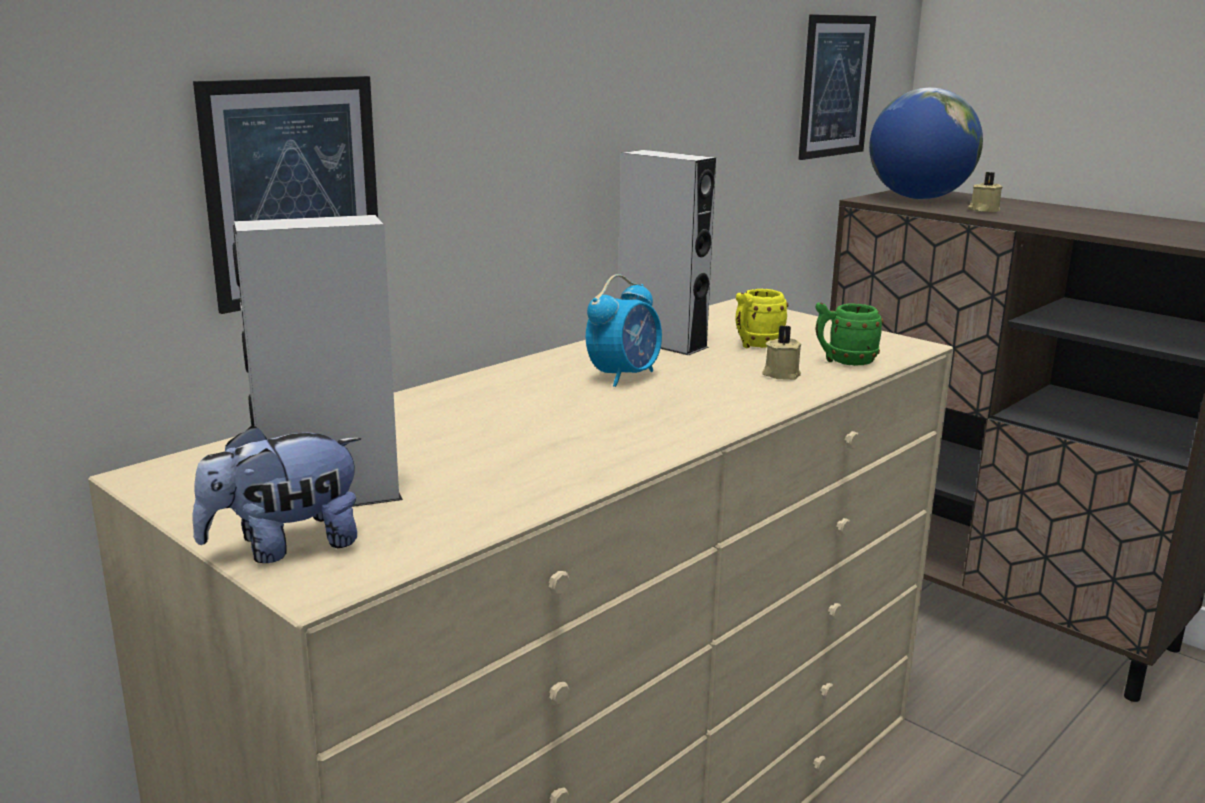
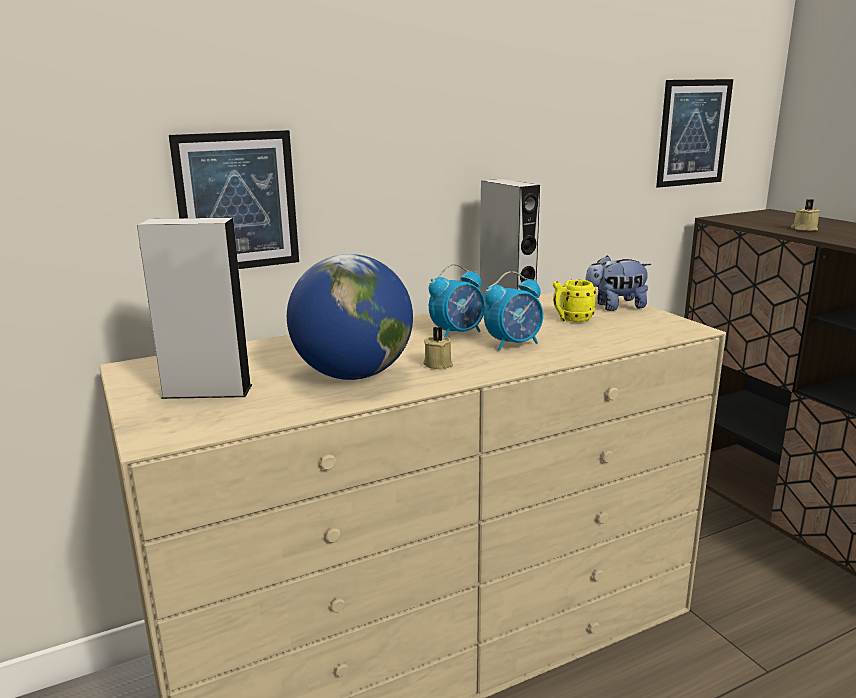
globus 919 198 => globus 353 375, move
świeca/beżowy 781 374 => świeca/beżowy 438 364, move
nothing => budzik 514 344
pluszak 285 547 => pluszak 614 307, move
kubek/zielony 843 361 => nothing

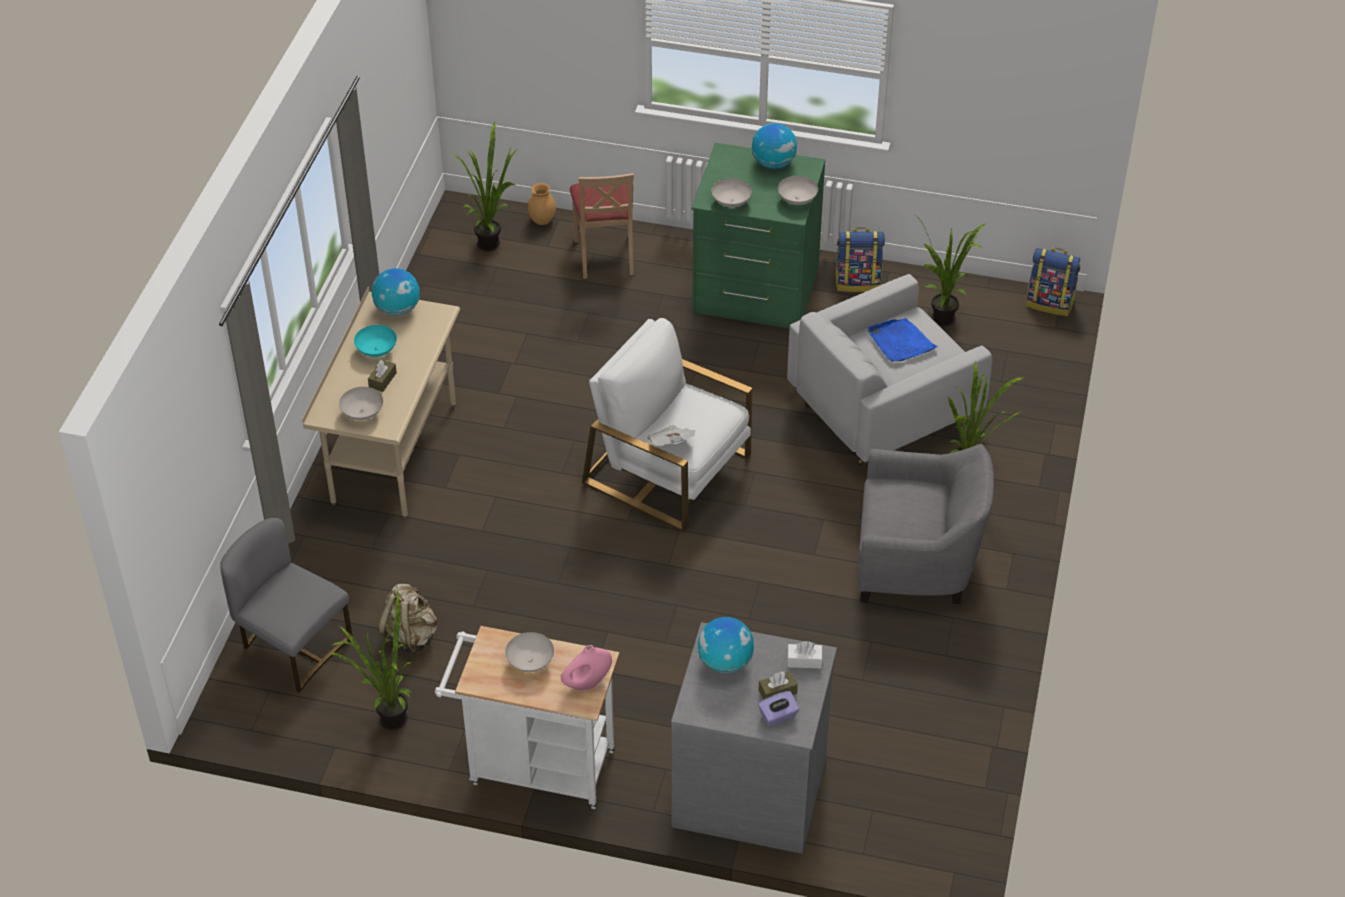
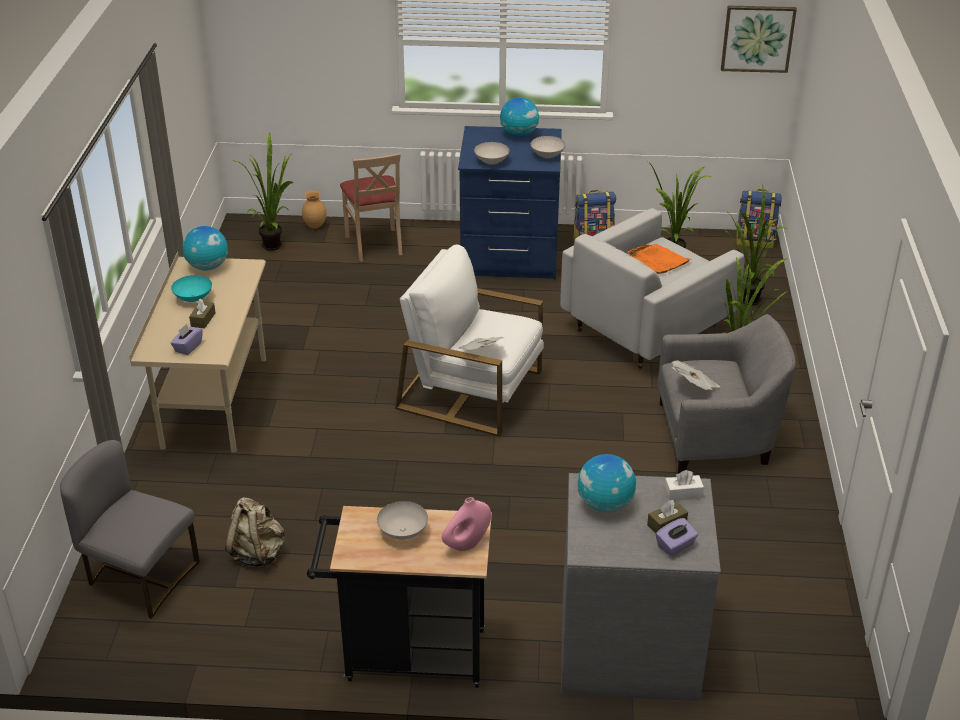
miska/biały 362 414 => pudełko chusteczek/fioletowy 188 347
wózek/biały 533 766 => wózek/czarny 406 655
komoda/zielony 755 292 => komoda/niebieski 509 257
taca/niebieski 900 342 => taca/pomarańczowy 657 260
nothing => gazeta 694 386
nothing => obraz 757 38
roślina doniczkowa 386 720 => roślina doniczkowa 744 301, move

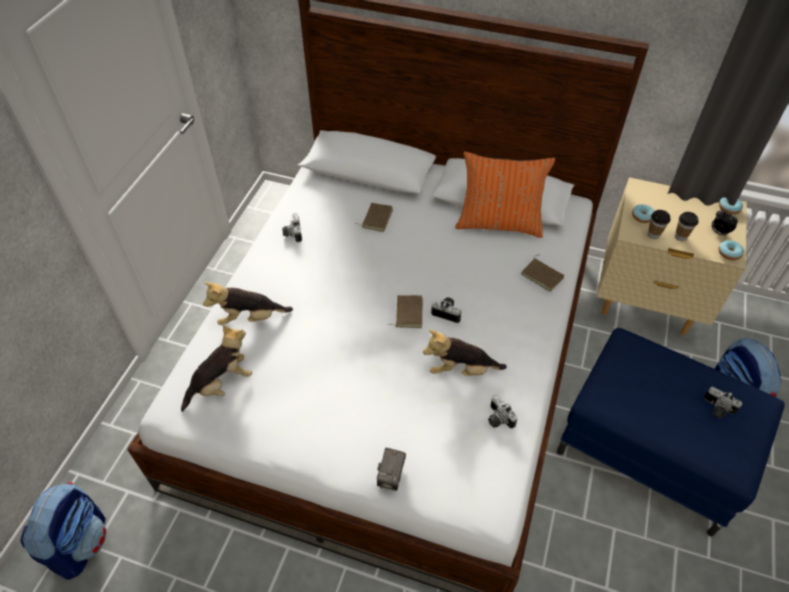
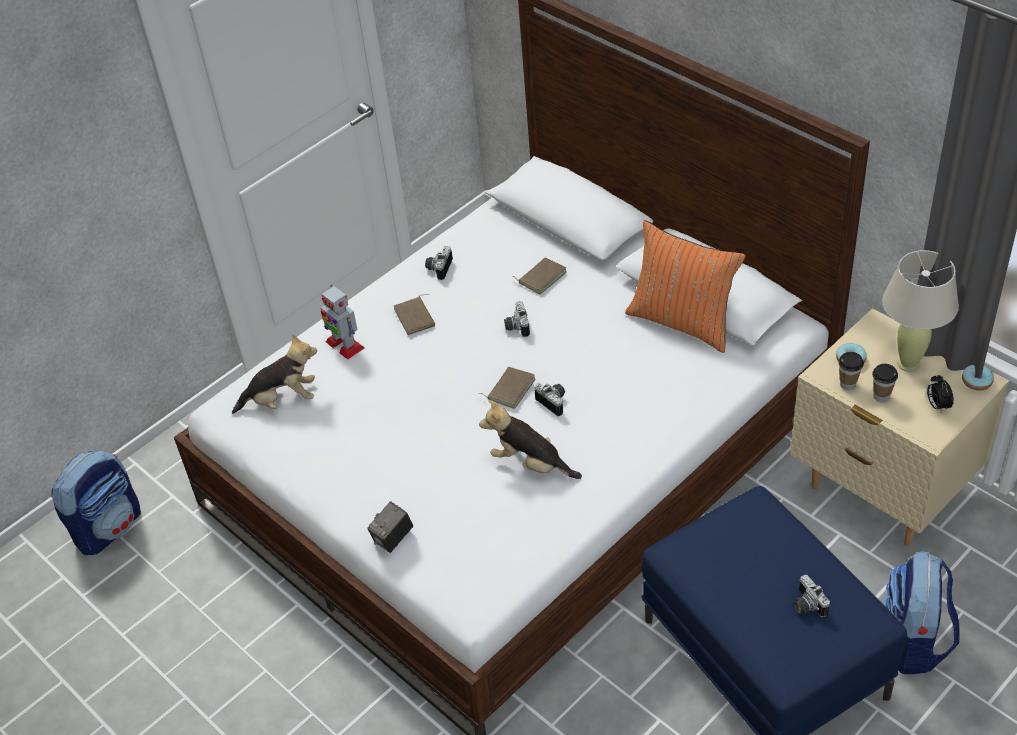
pluszak 250 318 => robot zabawkowy 344 344
książka/brązowy 542 275 => książka/brązowy 416 317, move
aparat fotograficzny 497 419 => aparat fotograficzny 516 326, move
nothing => lampa stołowa/beżowy 908 364
donut 729 253 => nothing

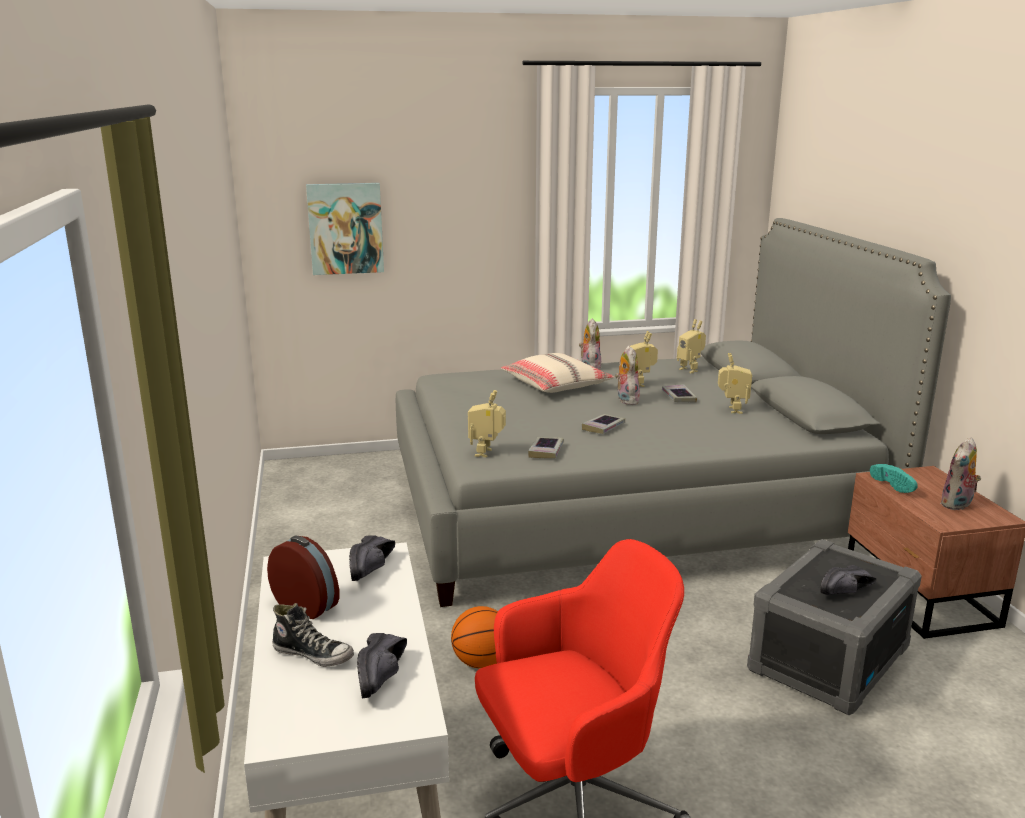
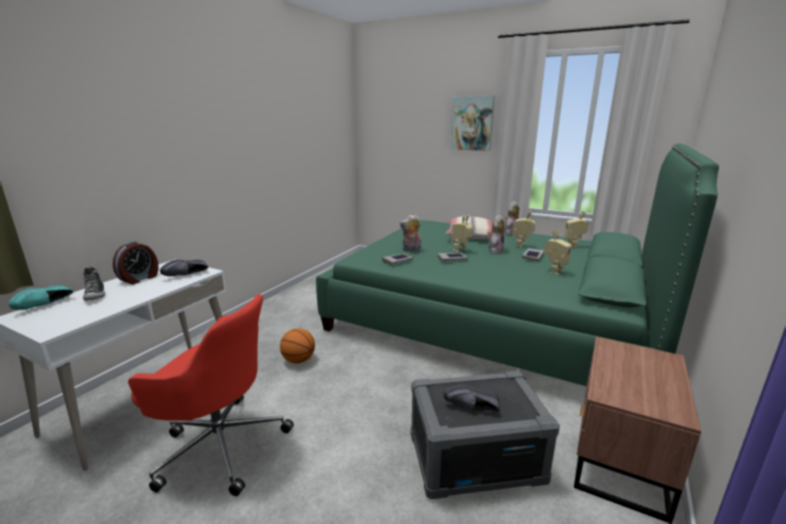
but/turkusowy 895 485 => but/turkusowy 47 305, move
budzik 307 604 => budzik 140 278, 45 degrees clockwise
łóżko/szary 627 504 => łóżko/zielony 491 319
pluszak 957 505 => pluszak 411 251, move
obraz 345 228 => obraz 472 123, move
robot zabawkowy 487 453 => robot zabawkowy 461 250, move
but/czarny 384 677 => nothing

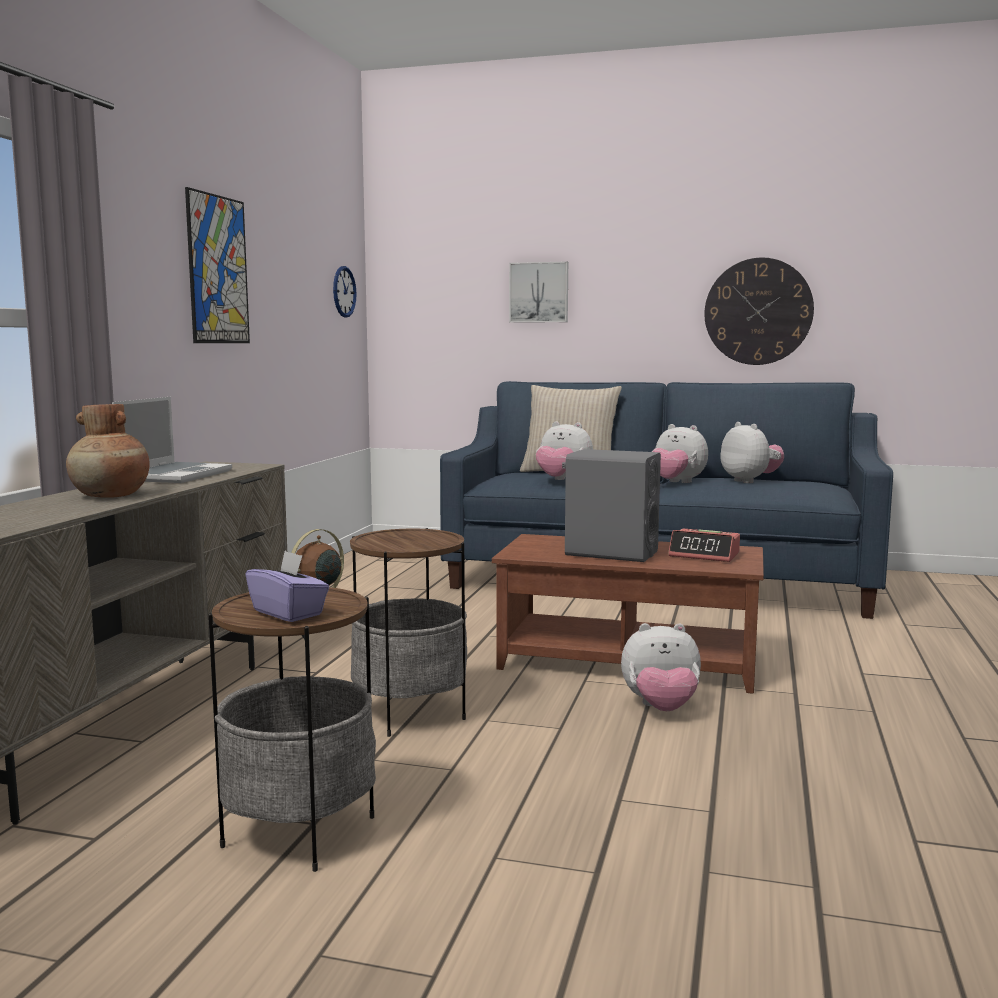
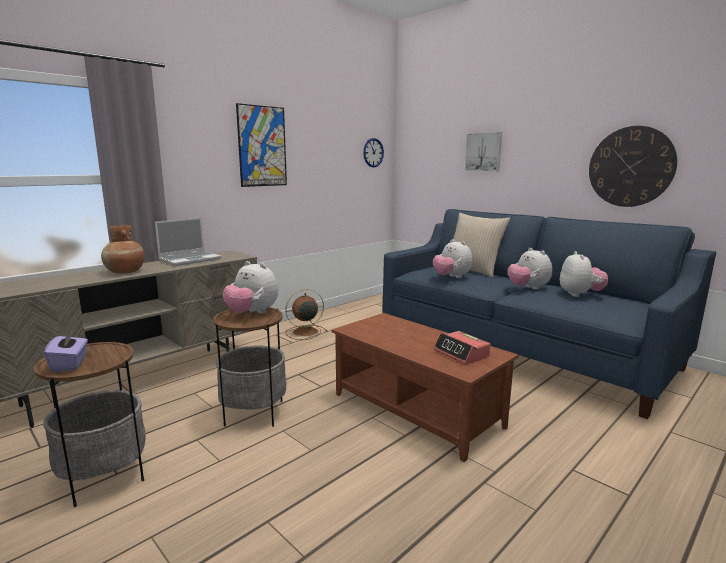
pluszak 661 708 => pluszak 252 313, move
głośnik/szary 611 553 => nothing

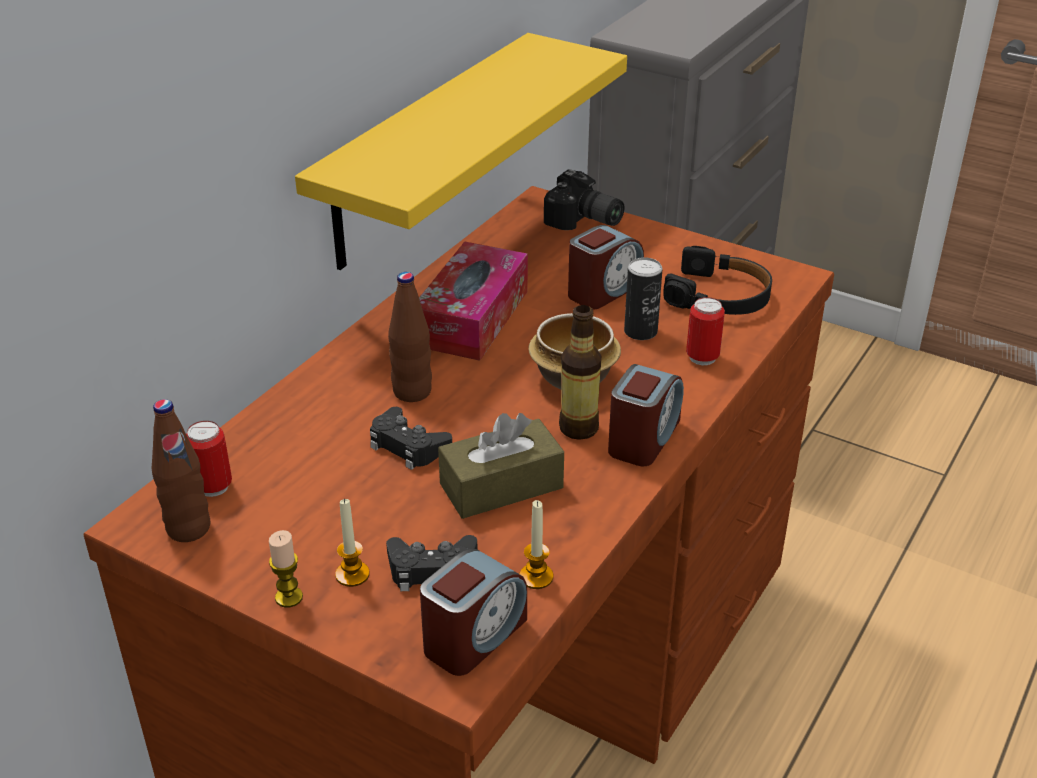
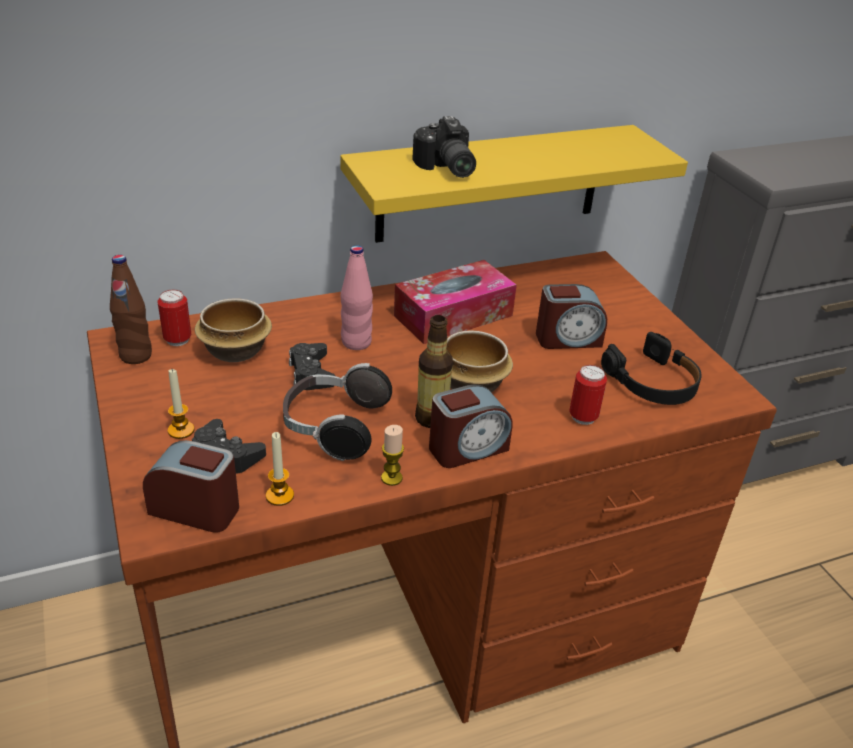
budzik 474 636 => budzik 196 509, 150 degrees counterclockwise
nothing => miska 234 351
pudełko chusteczek/brązowy 501 486 => słuchawki 334 427
butelka/brązowy 412 392 => butelka/różowy 356 342
świeca 289 597 => świeca 391 478, move
aparat fotograficzny 583 221 => aparat fotograficzny 445 168, move
puszka 640 331 => nothing

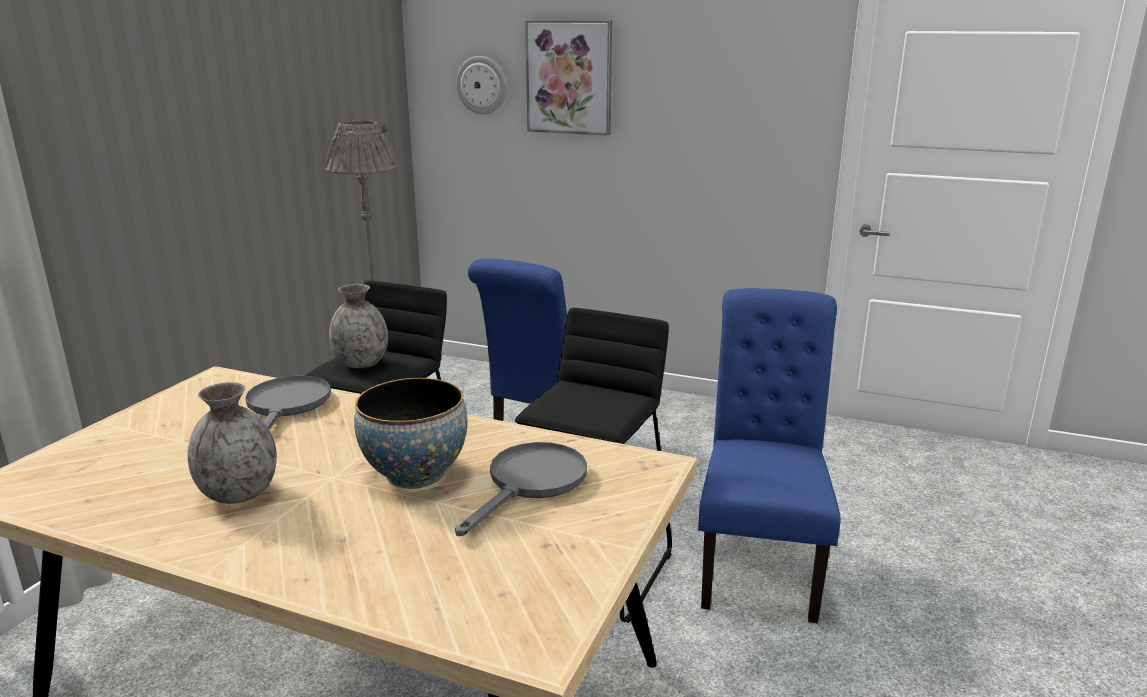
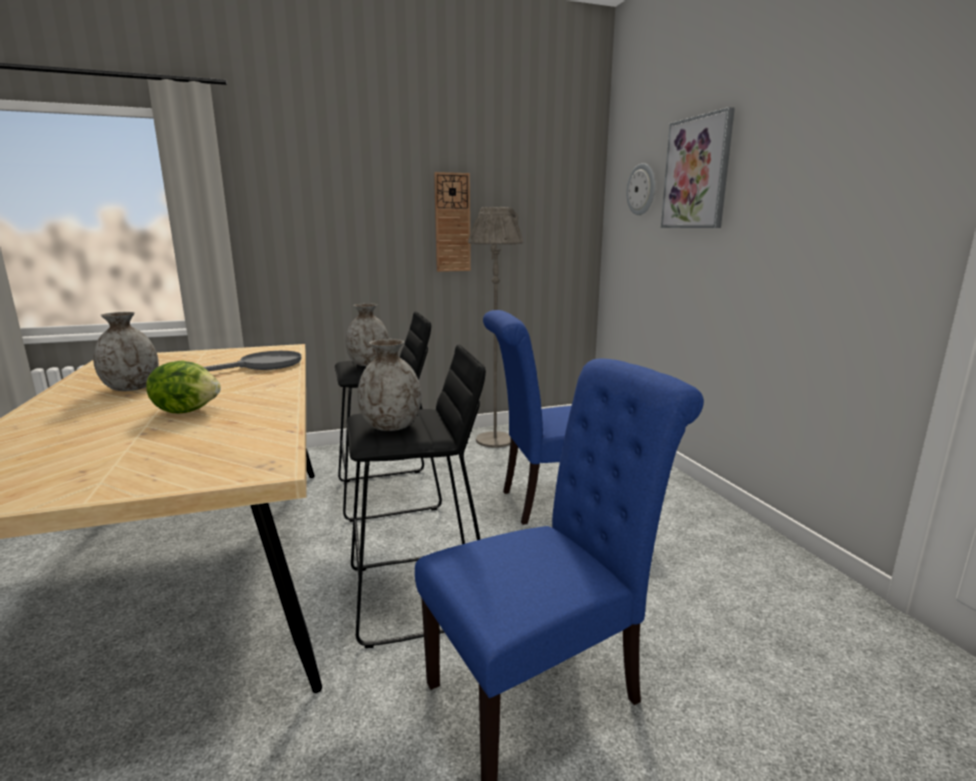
miska 415 474 => sałata 187 410
nothing => wazon/szary 390 426
nothing => zegar ścienny 452 223
patelnia/szary 530 483 => nothing

